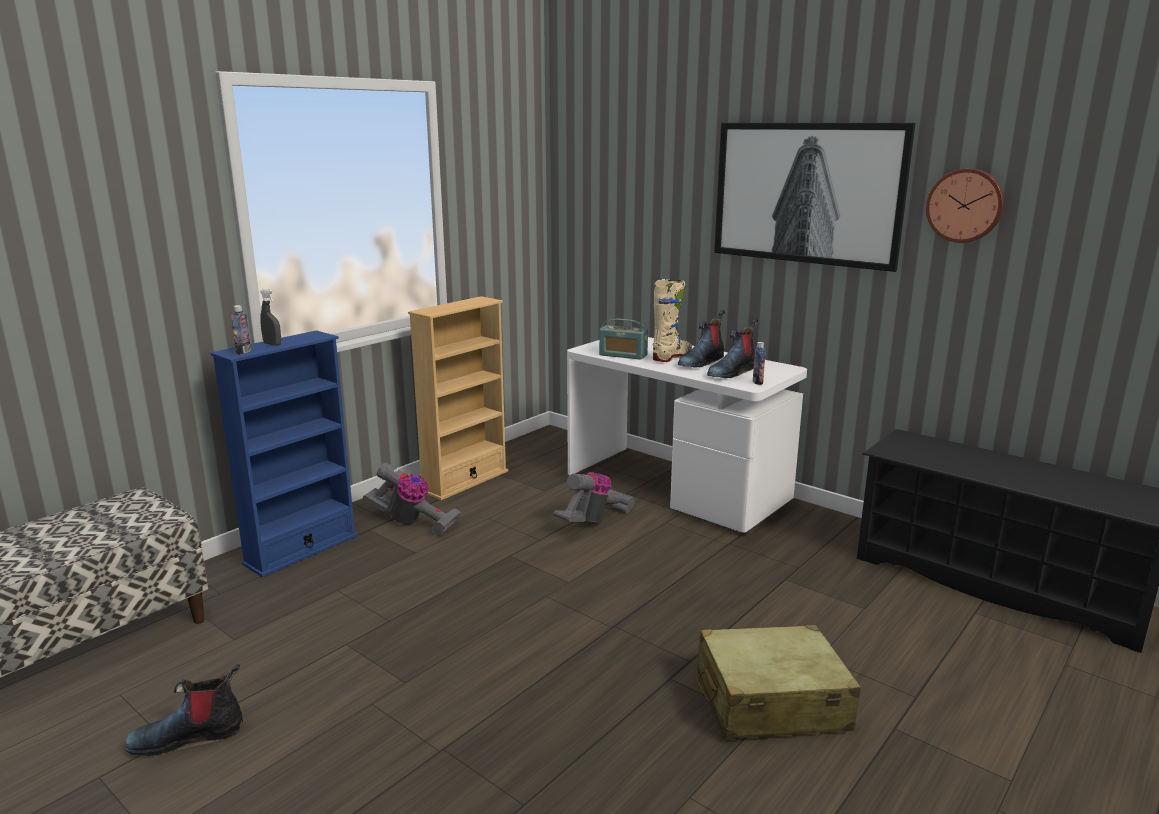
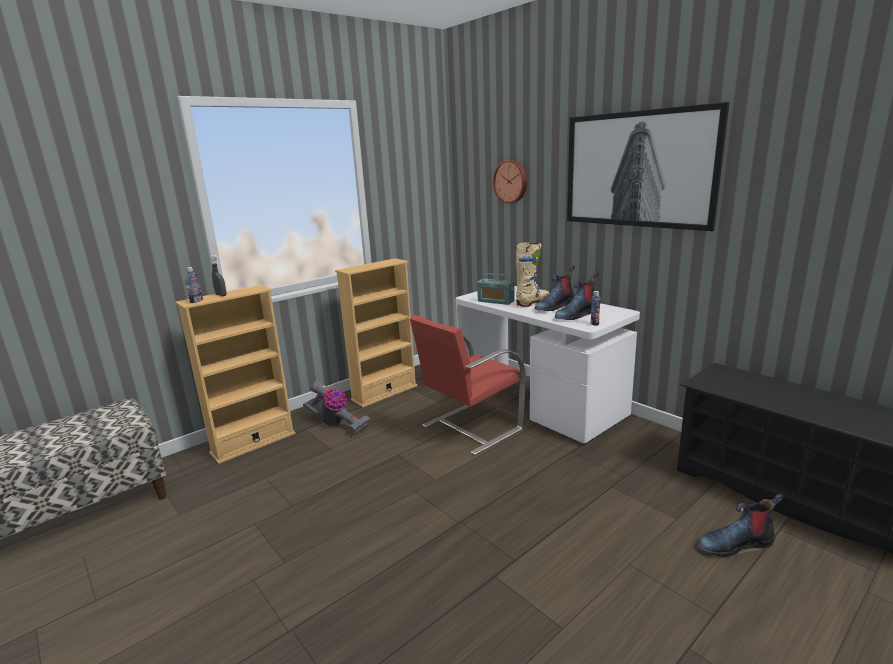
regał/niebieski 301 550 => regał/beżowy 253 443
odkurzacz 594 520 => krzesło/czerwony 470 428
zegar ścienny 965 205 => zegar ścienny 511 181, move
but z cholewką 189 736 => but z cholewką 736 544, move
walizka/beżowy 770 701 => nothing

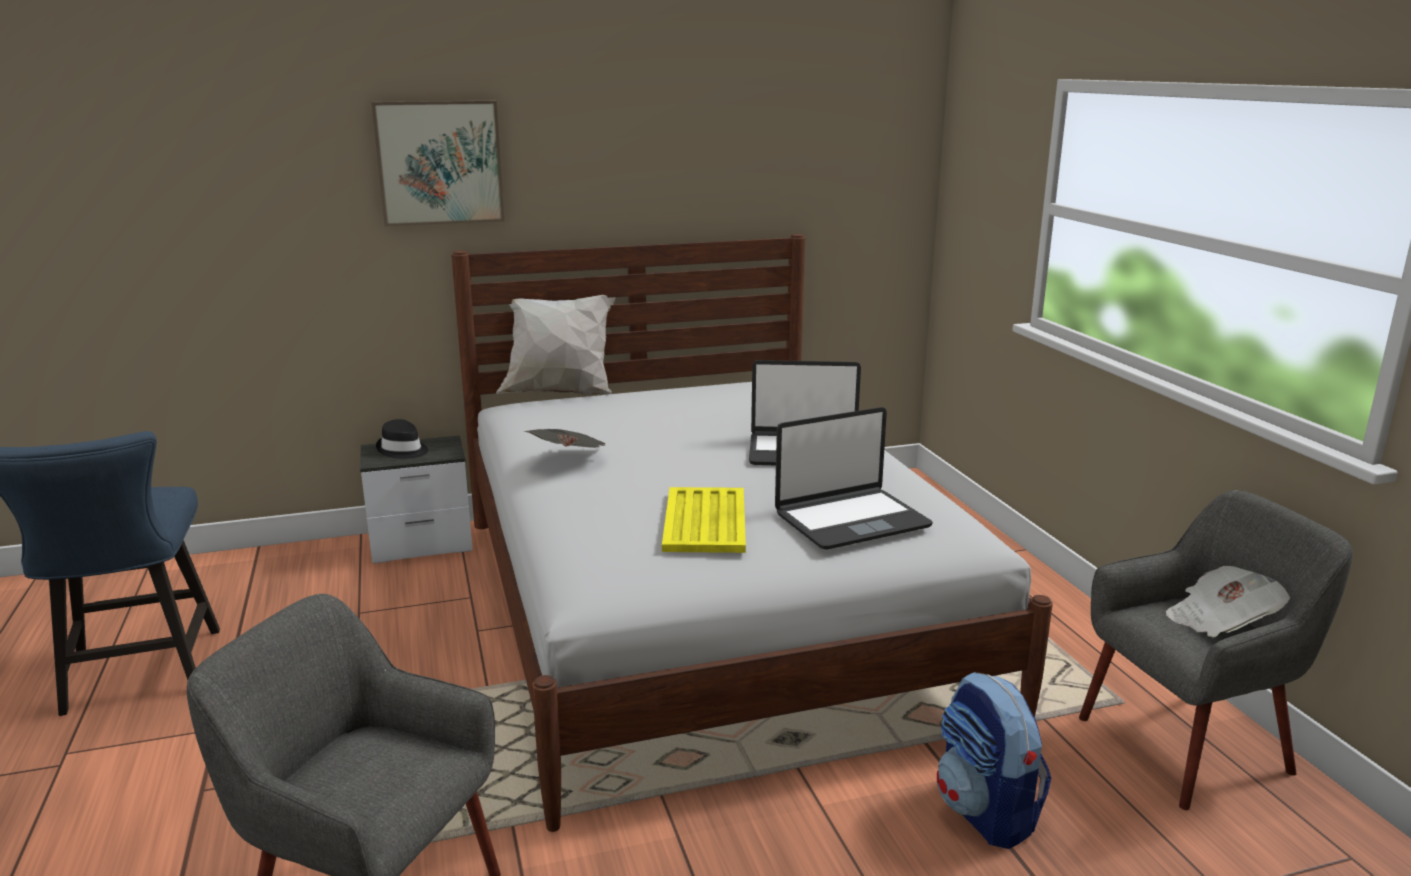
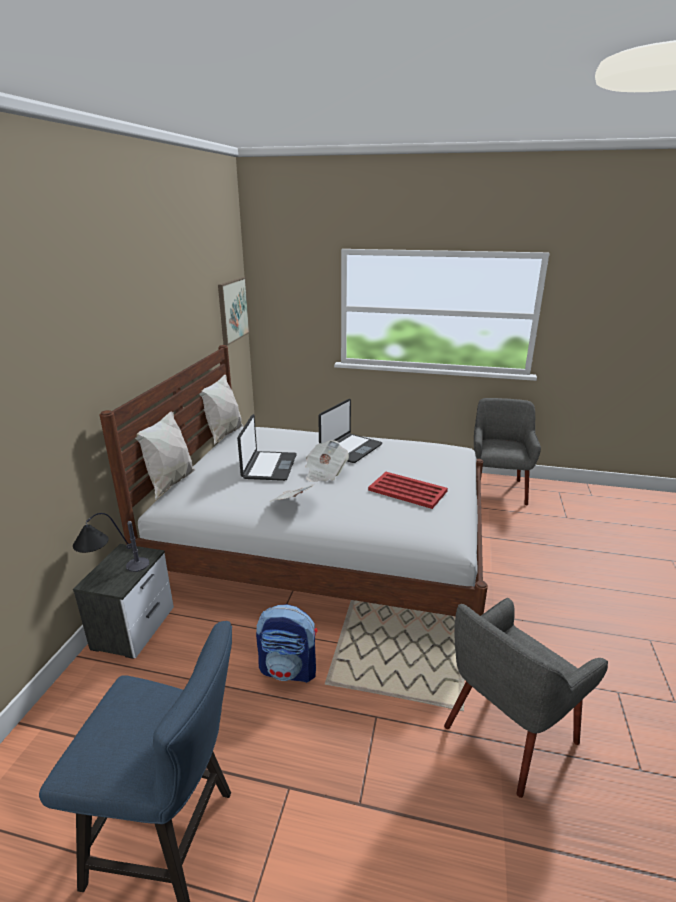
kapelusz/czarny 402 450 => lampa stołowa 113 572
nothing => poduszka/biały 223 434
obraz 439 163 => obraz 232 310, move
laptop 851 520 => laptop 269 467, move
plecak 986 813 => plecak 289 669, move
gazeta 1222 621 => gazeta 325 473, move
taca/żółty 704 522 => taca/czerwony 408 491

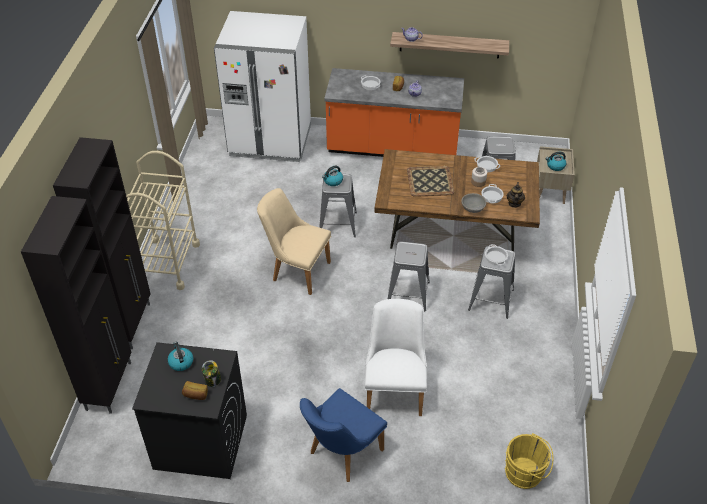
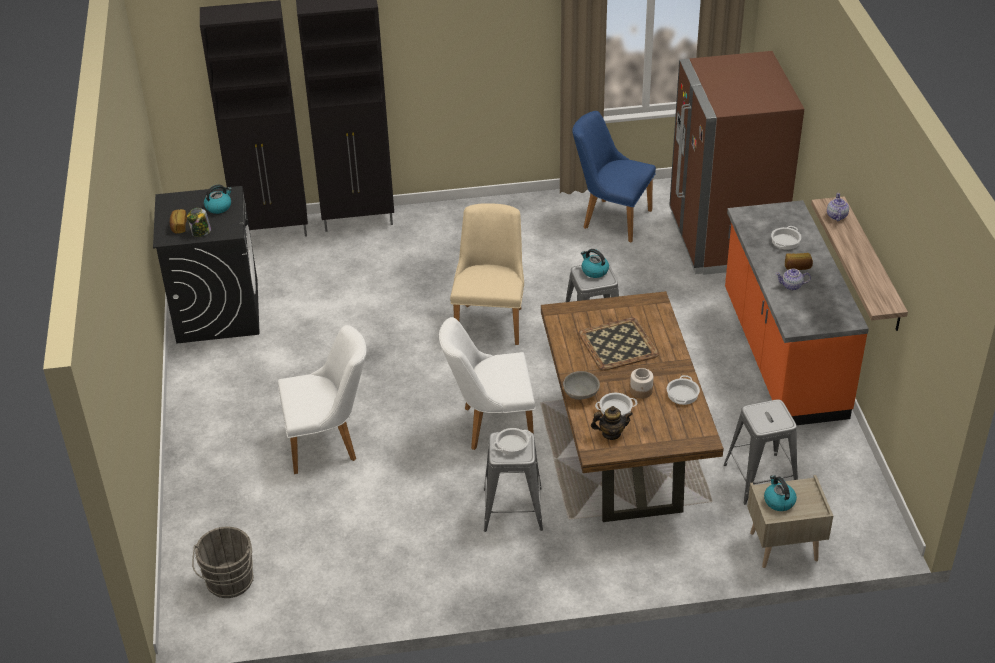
wiadro/żółty 525 474 => wiadro/szary 229 583
stołek/szary 408 294 => krzesło/biały 490 425
krzesło/niebieski 341 454 => krzesło/niebieski 610 218, move
lodówka/biały 270 141 => lodówka/brązowy 724 239
wózek/beżowy 167 263 => nothing

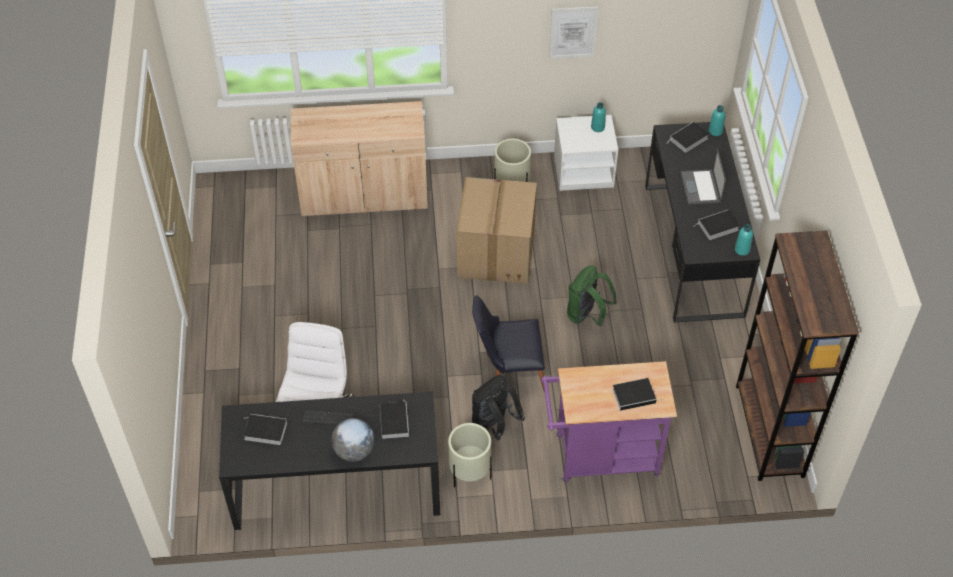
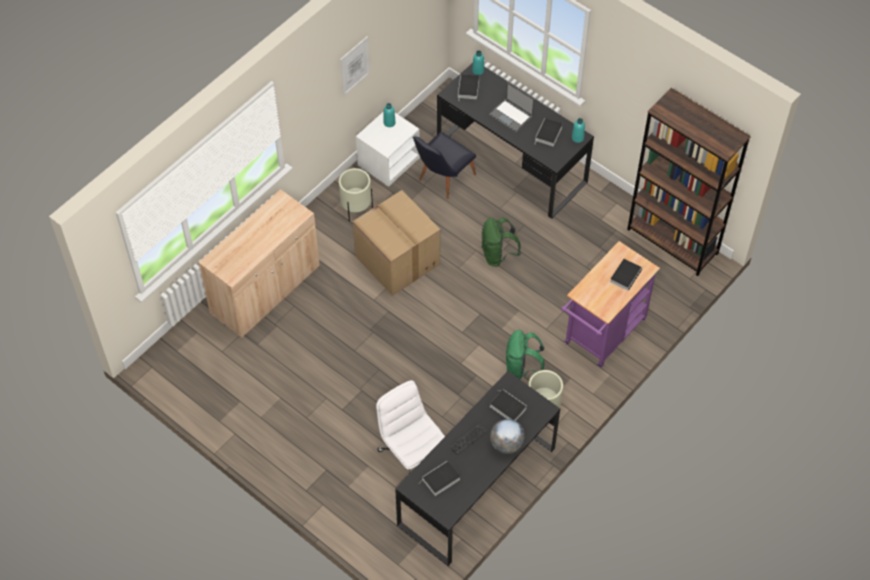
krzesło/czarny 508 371 => krzesło/czarny 442 179, move
plecak/czarny 494 424 => plecak/zielony 522 368

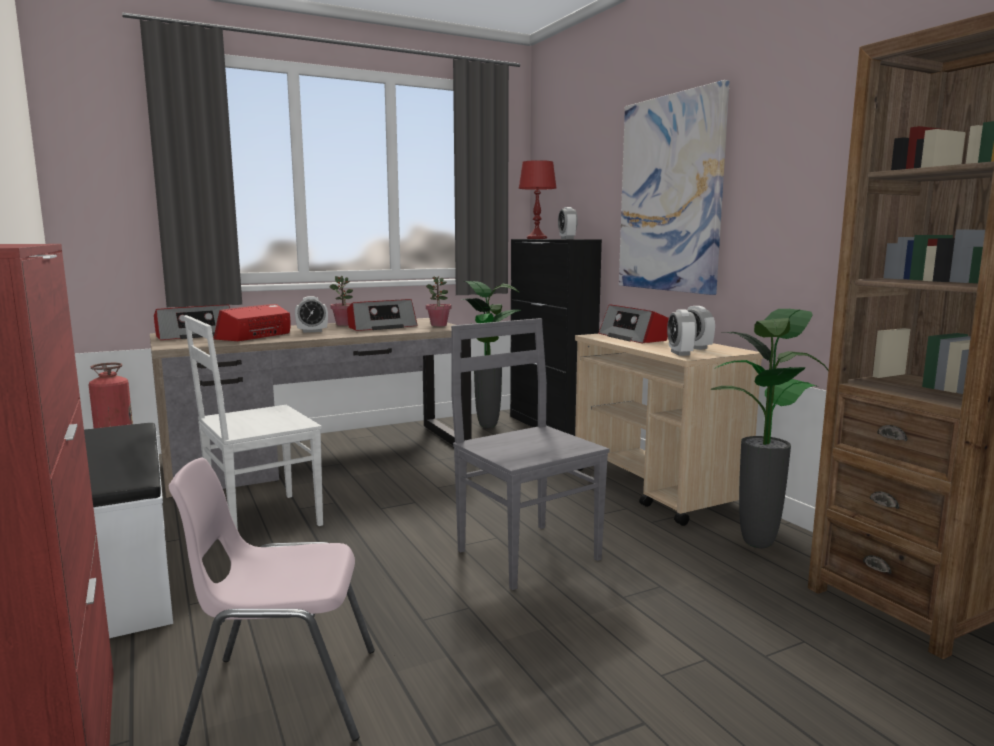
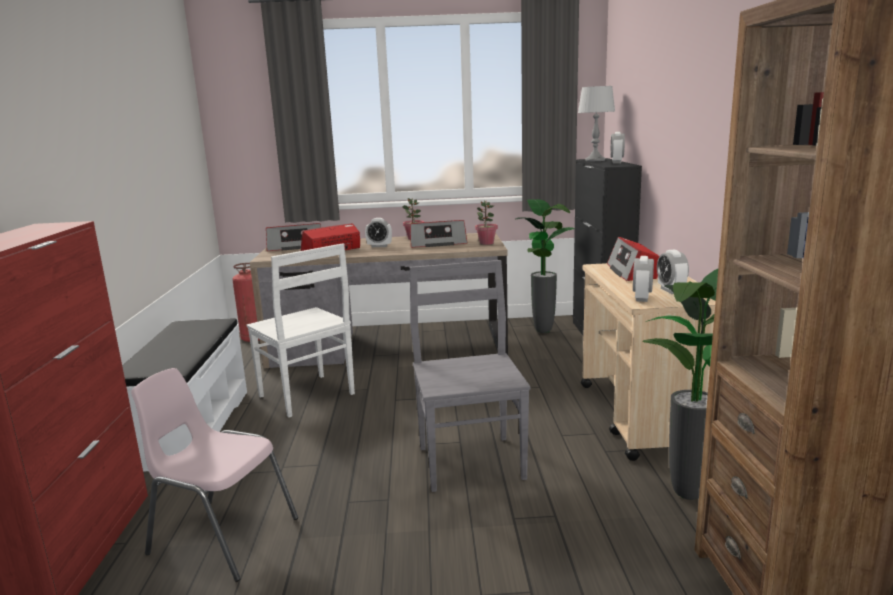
krzesło/biały 260 520 => krzesło/biały 308 396, 120 degrees counterclockwise
lampa stołowa/czerwony 536 238 => lampa stołowa/szary 594 160
obraz 670 194 => nothing

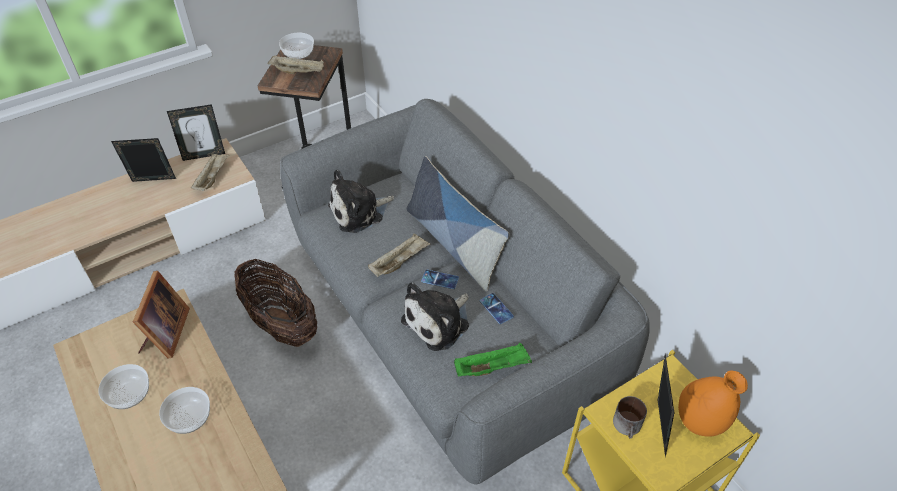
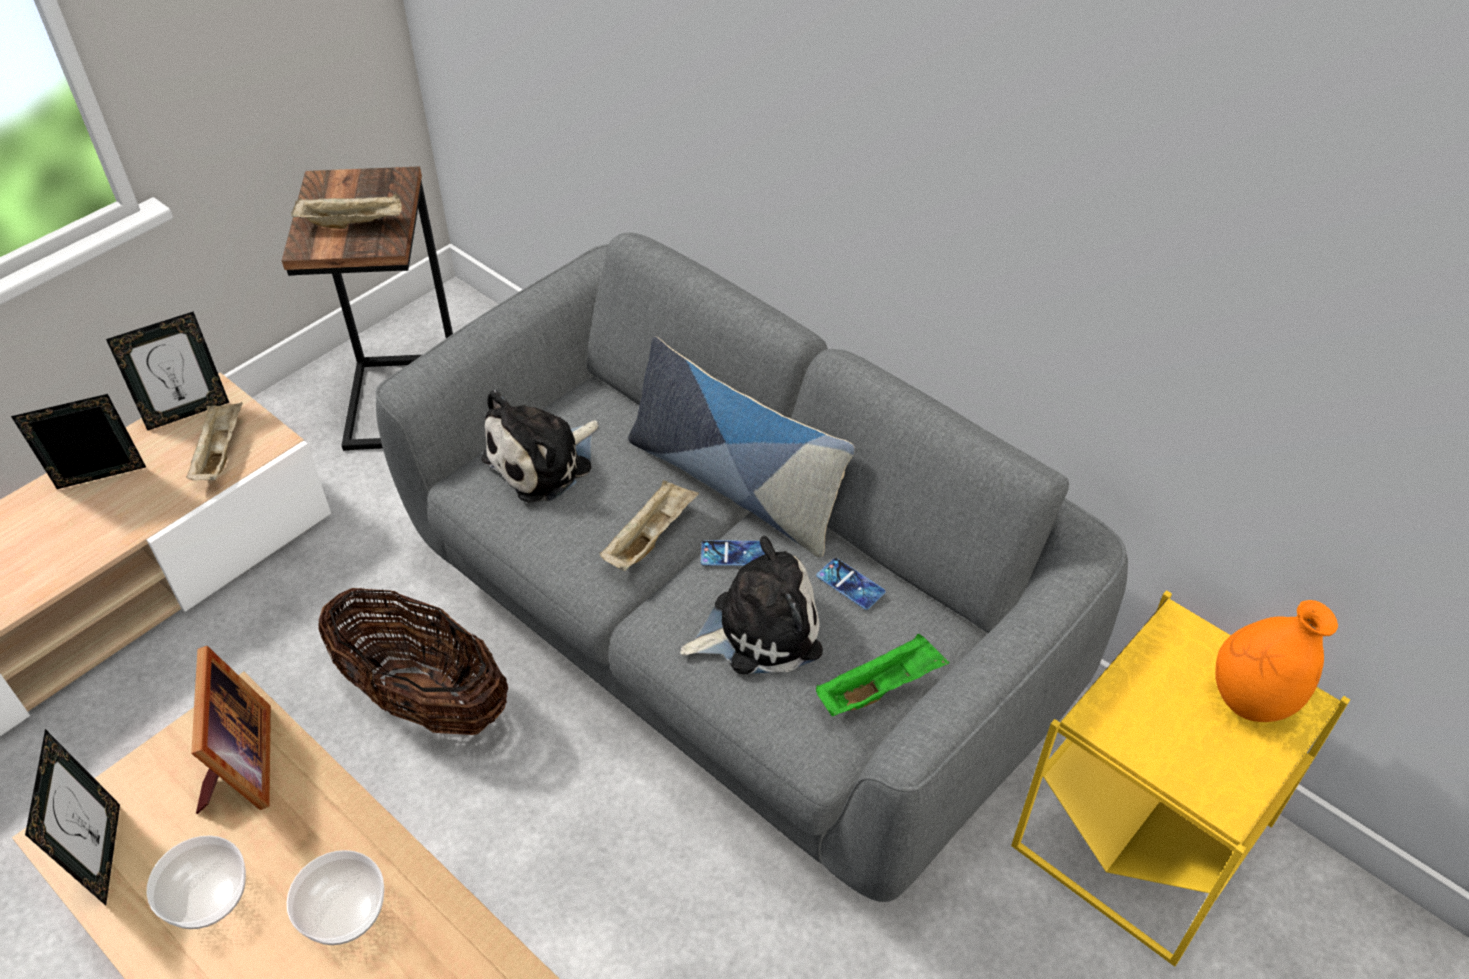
ramka na zdjęcie 656 427 => ramka na zdjęcie 103 855, move
pluszak 439 322 => pluszak 759 629, 135 degrees counterclockwise
miska 297 53 => nothing
kubek 628 426 => nothing

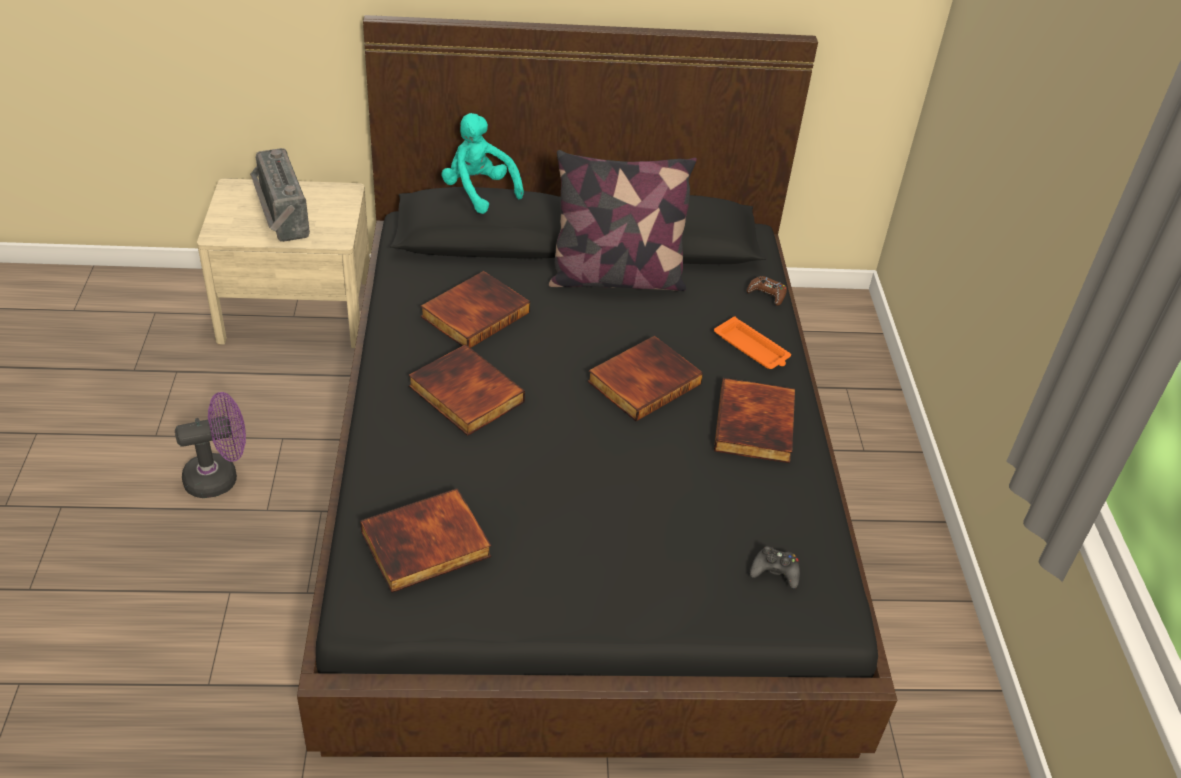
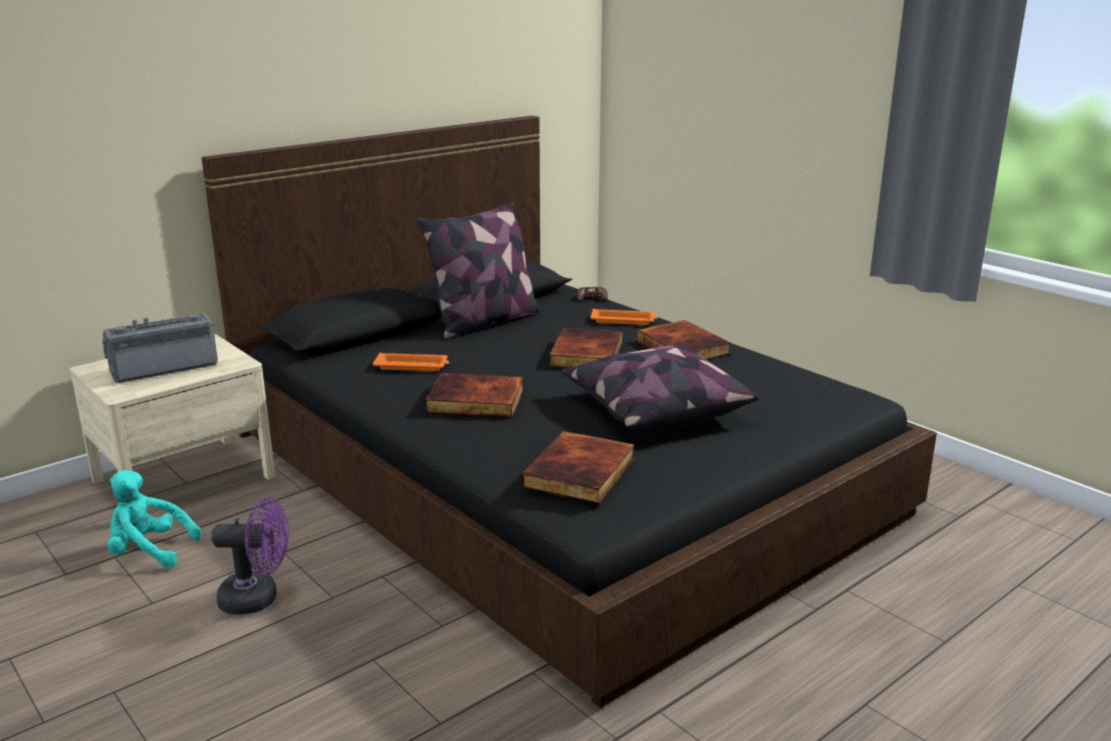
radio 279 215 => radio 164 368, 120 degrees clockwise
pluszak/turkusowy 478 191 => pluszak/turkusowy 149 551, move
wentylator/fioletowy 220 477 => wentylator/fioletowy 258 598, 60 degrees clockwise
książka 474 313 => taca/pomarańczowy 412 366
nothing => poduszka 655 410
pad do gier/czarny 775 571 => nothing

